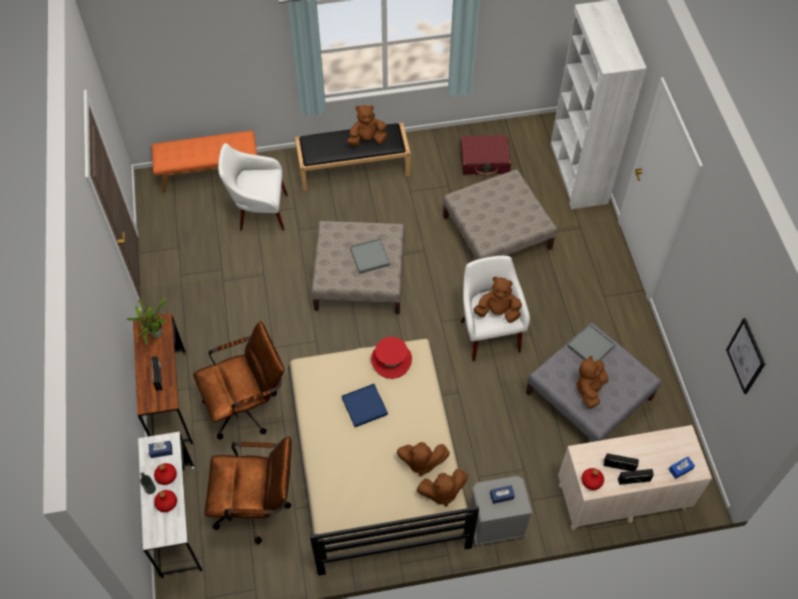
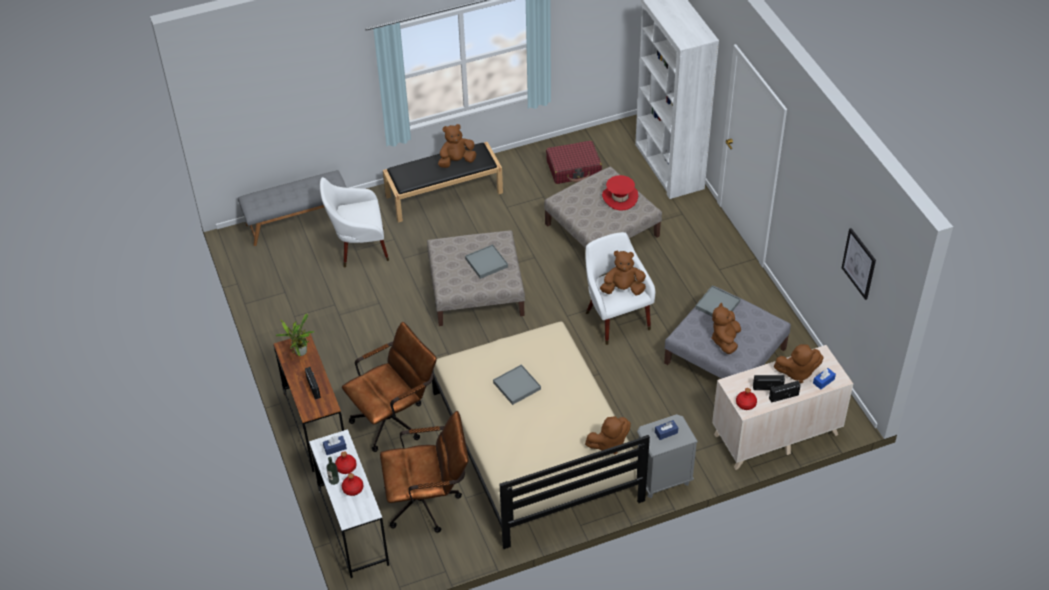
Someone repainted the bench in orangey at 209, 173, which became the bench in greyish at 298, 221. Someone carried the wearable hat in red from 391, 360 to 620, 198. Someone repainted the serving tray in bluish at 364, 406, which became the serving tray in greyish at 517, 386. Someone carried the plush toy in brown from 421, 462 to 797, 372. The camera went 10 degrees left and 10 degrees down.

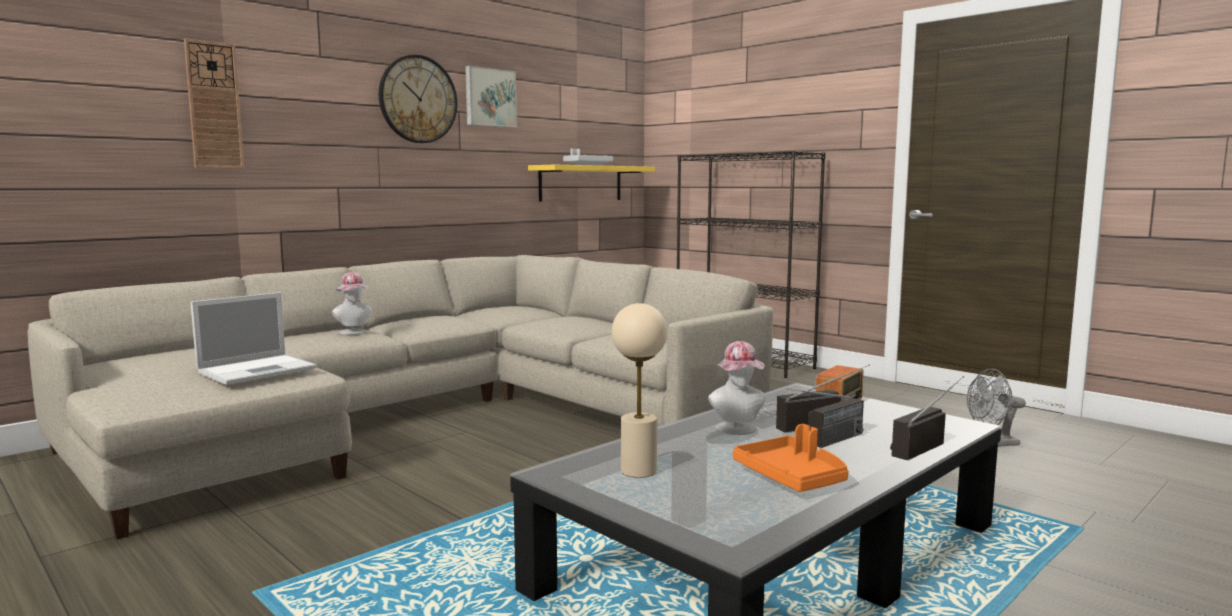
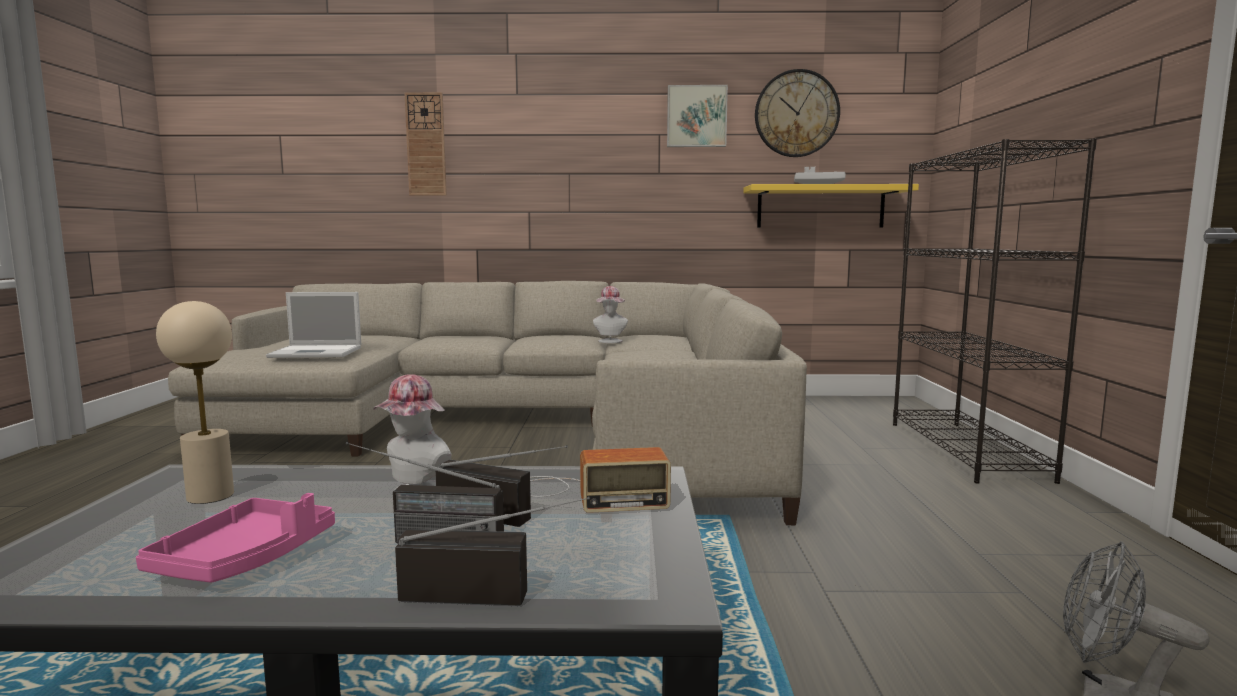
Someone carried the clock on the wall from 418, 99 to 796, 114. Someone carried the wearable hat from 354, 332 to 610, 341. Someone repainted the serving tray in orangey at 792, 477, which became the serving tray in pink at 246, 558. The camera went 45 degrees right and 0 degrees up.

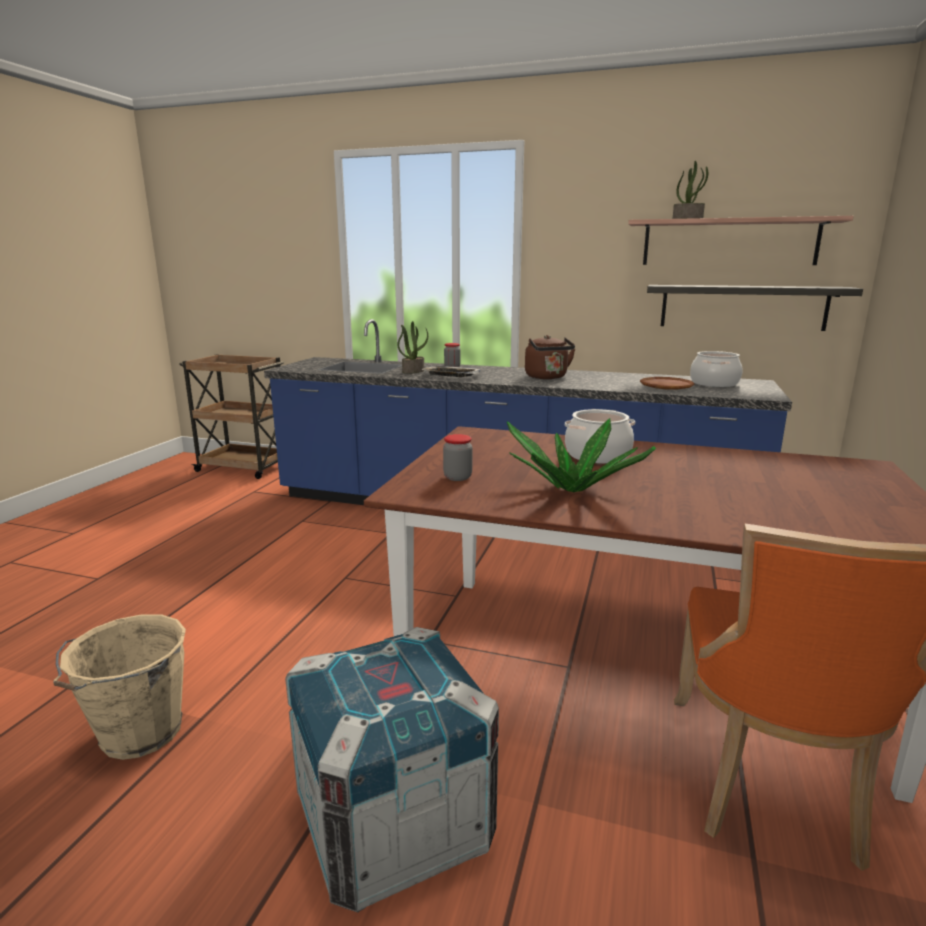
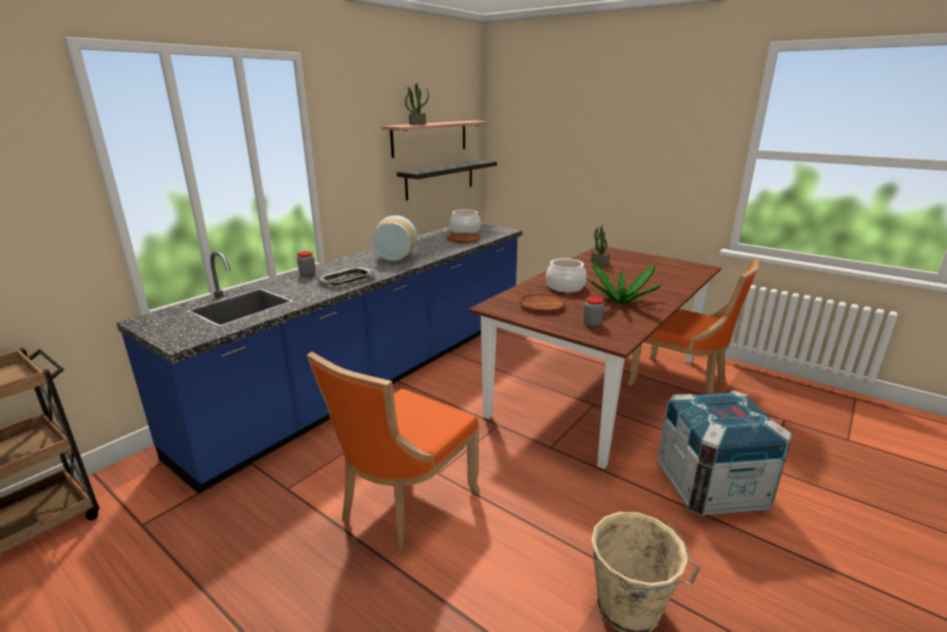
Someone carried the potted plant from 413, 371 to 599, 263. Someone swapped the kettle in brown at 547, 377 for the decorative vase at 397, 257. Someone put down the dinner plate in brown at 542, 306. Someone put down the chair in orangey at 404, 506. The camera went 70 degrees left and 5 degrees up.

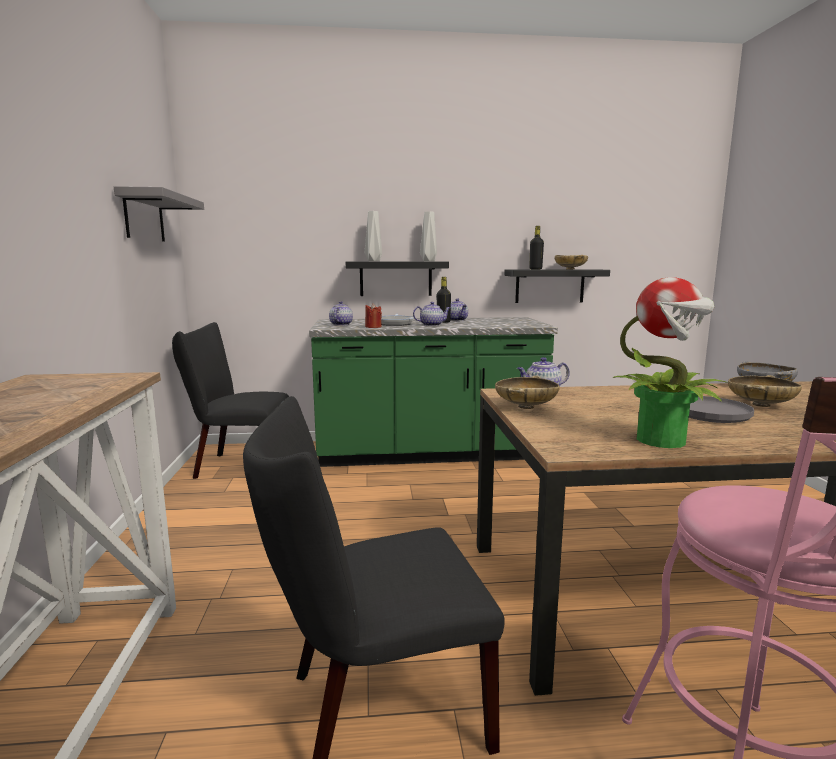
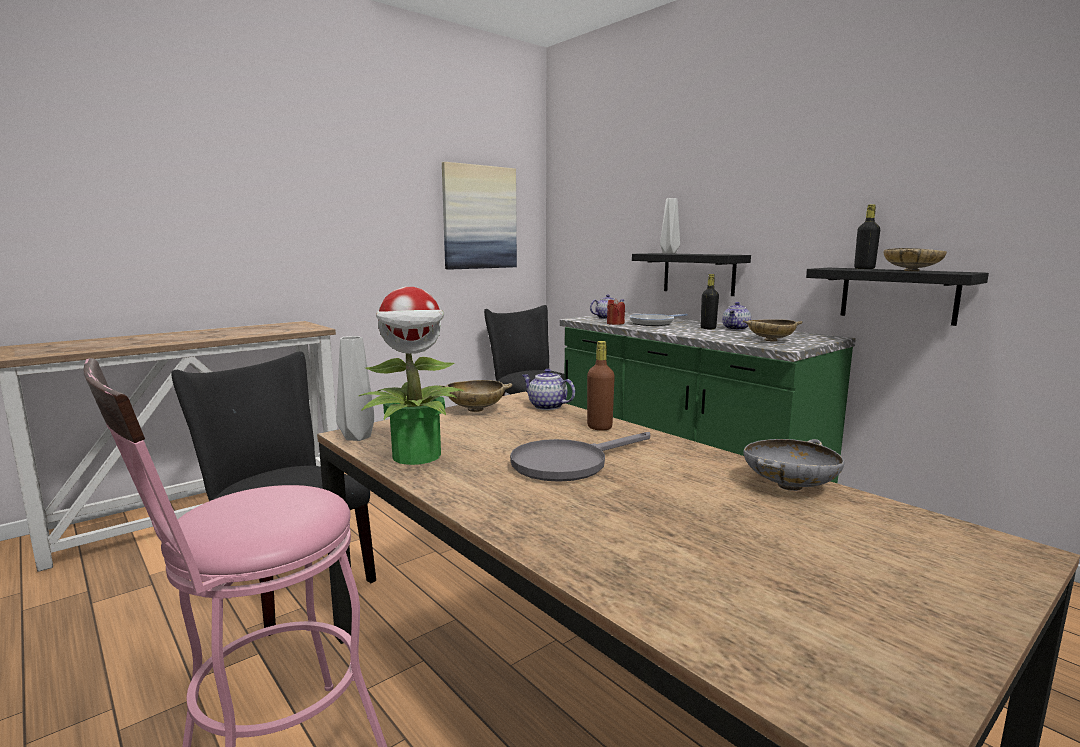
Someone swapped the shelf in greyish at 144, 217 for the wall picture at 479, 217. Someone carried the decorative vase in greyish from 428, 261 to 359, 437. Someone took away the tea pot at 432, 325. Someone carried the deep dish in sand-coloured from 760, 405 to 770, 340. Someone put down the beverage bottle in brown at 599, 427. The camera went 55 degrees right and 0 degrees up.

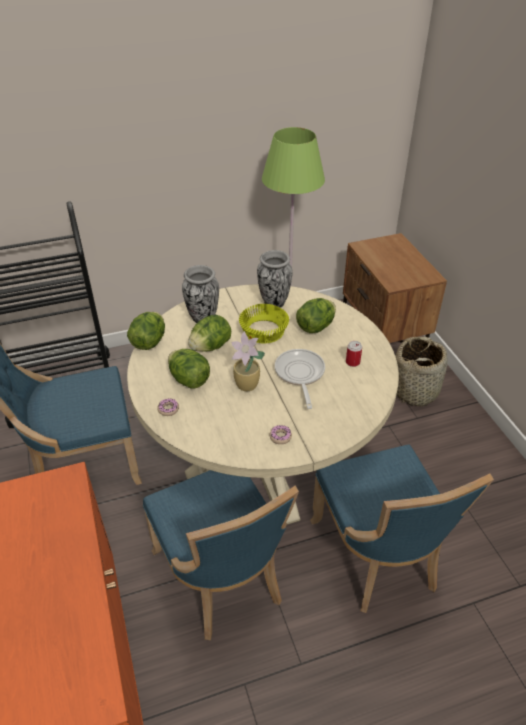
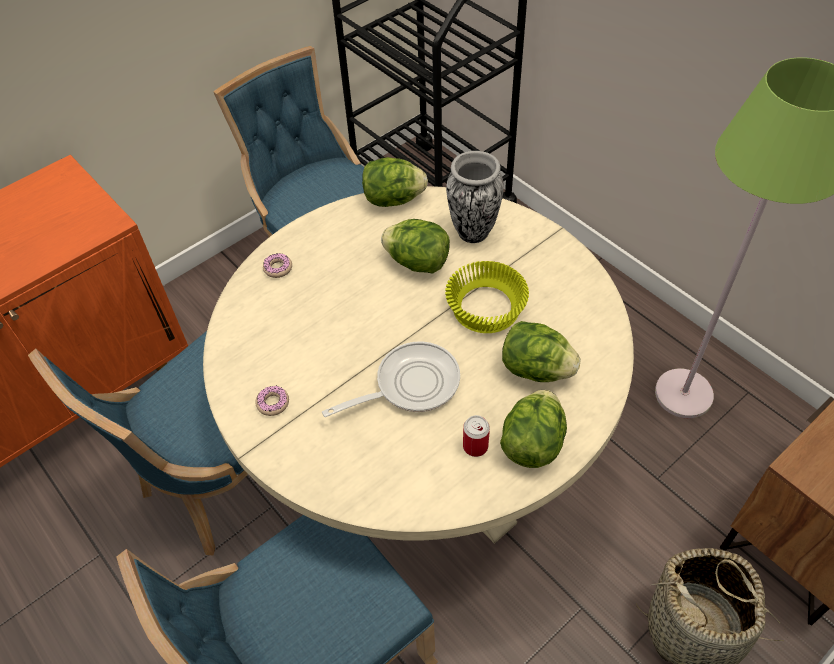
Someone took away the decorative vase at 274, 303. Someone took away the potted plant at 247, 385. Someone carried the head of lettuce from 189, 380 to 532, 443. The camera went 70 degrees right and 10 degrees up.

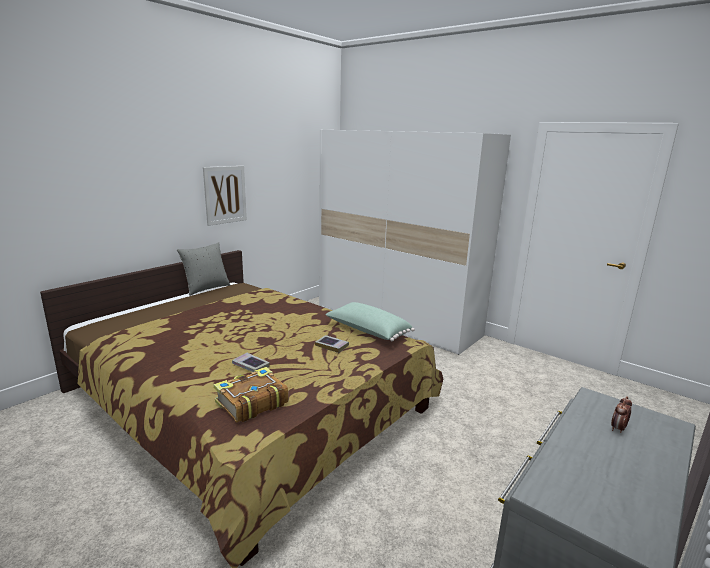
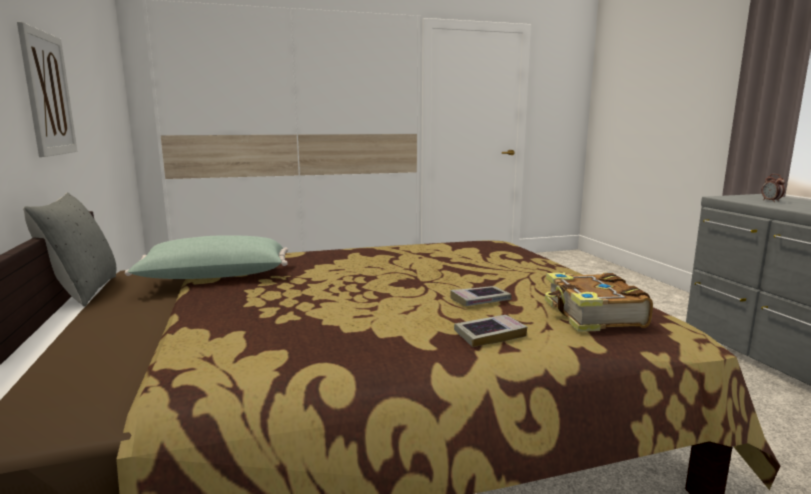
Someone carried the pillow in green from 367, 331 to 214, 278. Someone carried the bound book from 332, 346 to 489, 335. The camera went 55 degrees left and 5 degrees down.

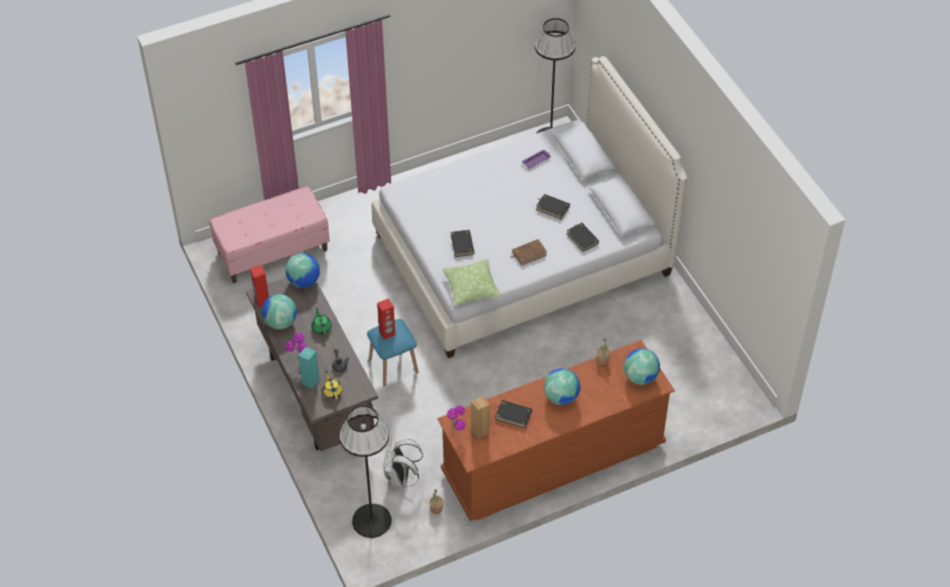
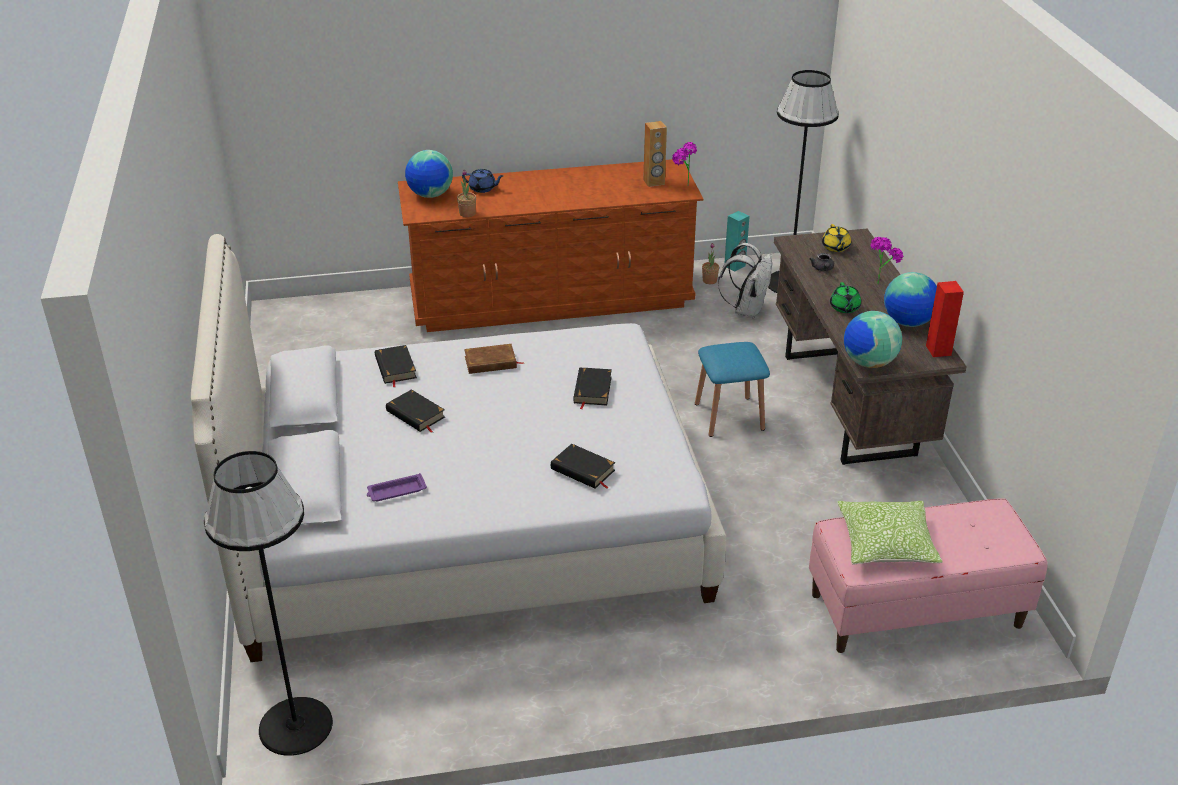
Someone carried the pillow from 471, 287 to 886, 544. Someone took away the audio speaker in red at 387, 333. Someone carried the audio speaker in turquoise-coloured from 310, 382 to 735, 266. Someone took away the world globe at 561, 397. Someone carried the bound book in black from 513, 415 to 583, 470. Someone put down the tea pot in bluish at 483, 188. The camera went 165 degrees left and 15 degrees down.

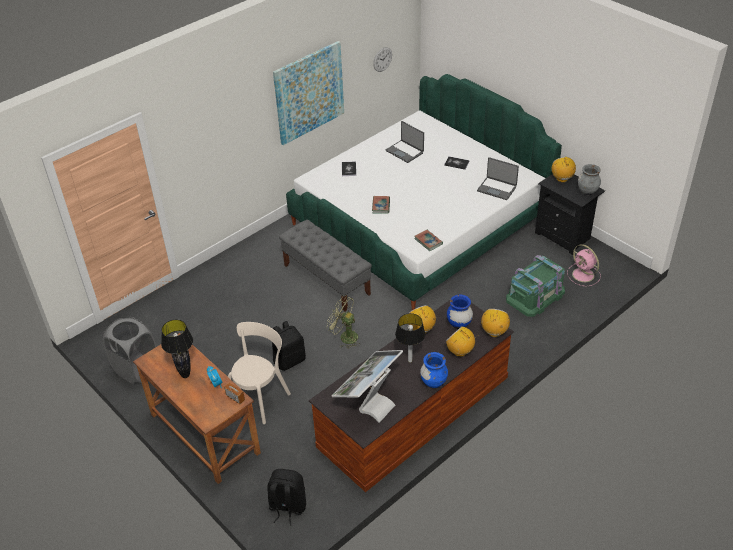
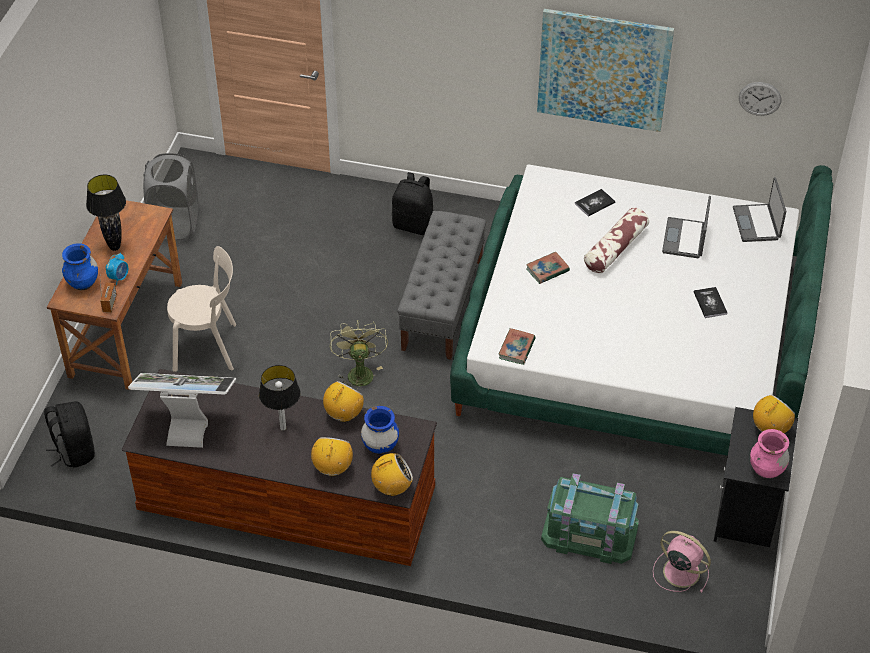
Someone carried the laptop from 497, 188 to 757, 224. Someone repainted the decorative vase in greyish at 587, 191, which became the decorative vase in pink at 766, 470. Someone rotated the fan in pink at 584, 275 by 105 degrees clockwise. Someone carried the backpack in black from 289, 360 to 414, 224. Someone carried the decorative vase in bluish from 433, 382 to 83, 283. Someone put down the pillow at 615, 248. The camera went 55 degrees right and 5 degrees up.

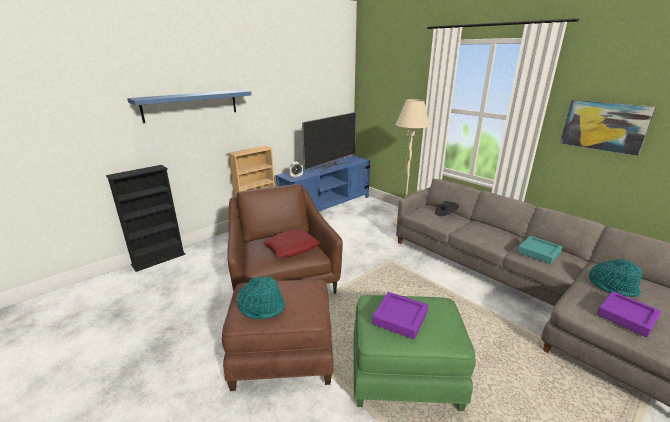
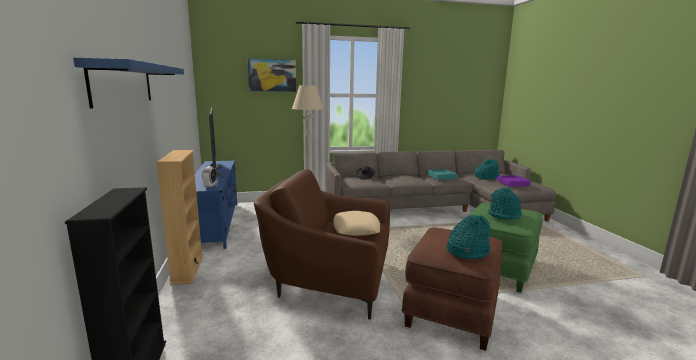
Someone carried the wall picture from 604, 126 to 272, 75. Someone repainted the pillow in red at 292, 247, which became the pillow in sand-coloured at 356, 228. Someone swapped the serving tray in purple-coloured at 400, 318 for the wearable hat in turquoise-coloured at 504, 215. The camera went 60 degrees left and 10 degrees down.

